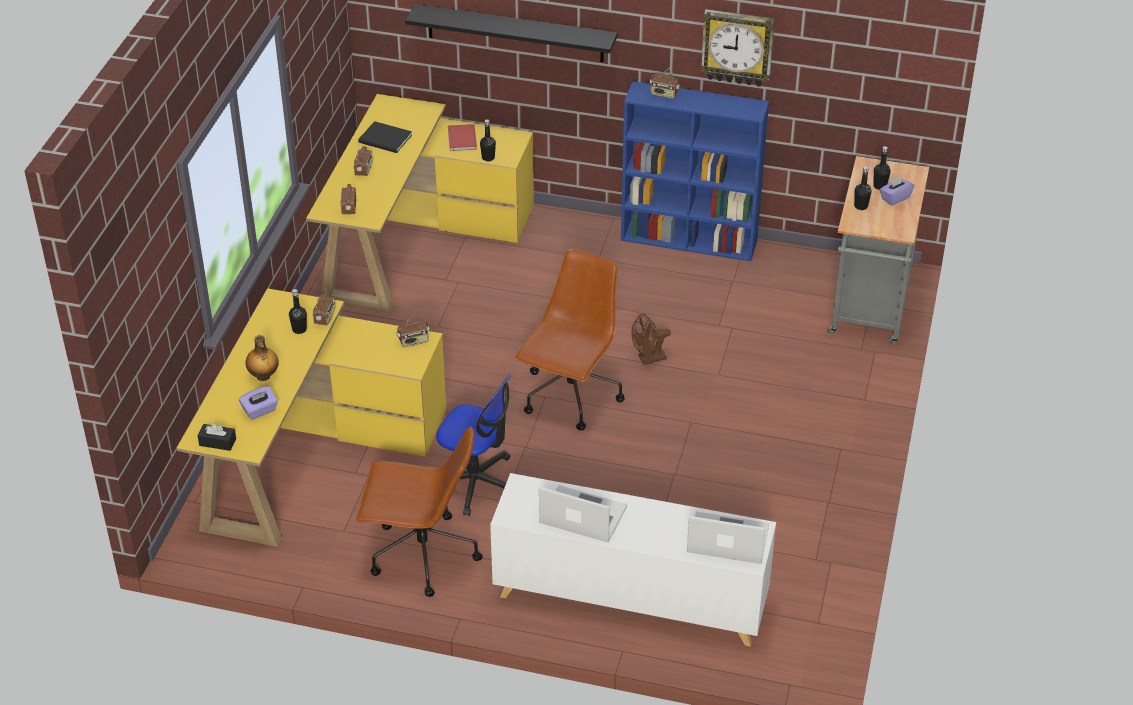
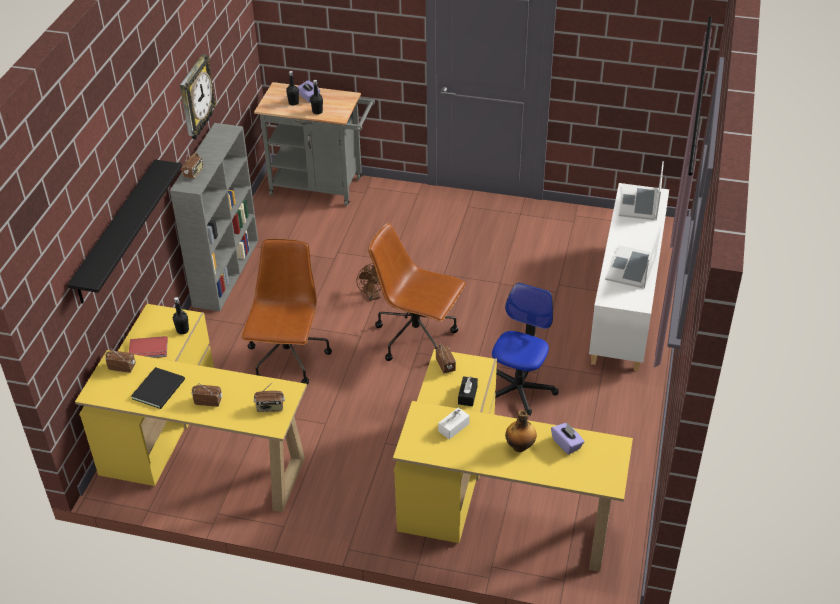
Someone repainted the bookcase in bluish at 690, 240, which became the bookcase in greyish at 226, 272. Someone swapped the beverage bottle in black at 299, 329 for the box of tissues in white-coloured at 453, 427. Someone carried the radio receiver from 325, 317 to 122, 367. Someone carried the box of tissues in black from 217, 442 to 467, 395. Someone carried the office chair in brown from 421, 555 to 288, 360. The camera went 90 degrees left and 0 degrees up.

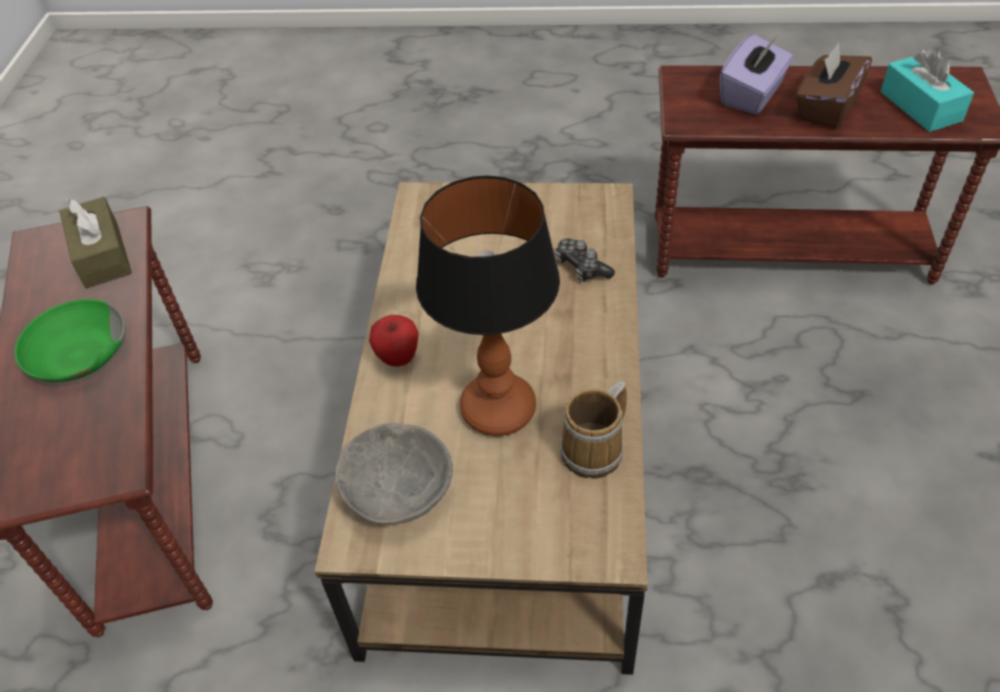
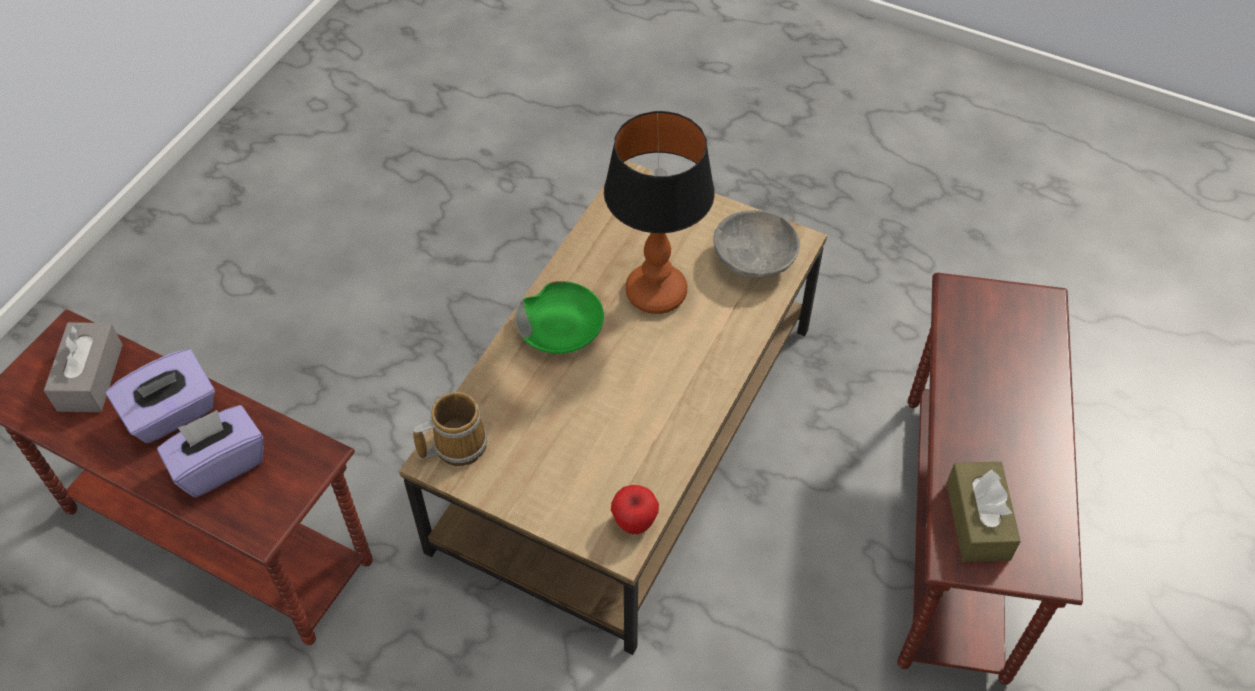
Someone repainted the box of tissues in brown at 826, 108, which became the box of tissues in purple-coloured at 172, 414. Someone repainted the box of tissues in turquoise-coloured at 920, 106, which became the box of tissues in greyish at 90, 377. Someone took away the joypad at 581, 267. Someone carried the deep dish in green from 77, 355 to 562, 327. Someone carried the apple from 398, 358 to 634, 523. Someone carried the tea mug from 596, 450 to 456, 444. The camera went 160 degrees left and 5 degrees up.

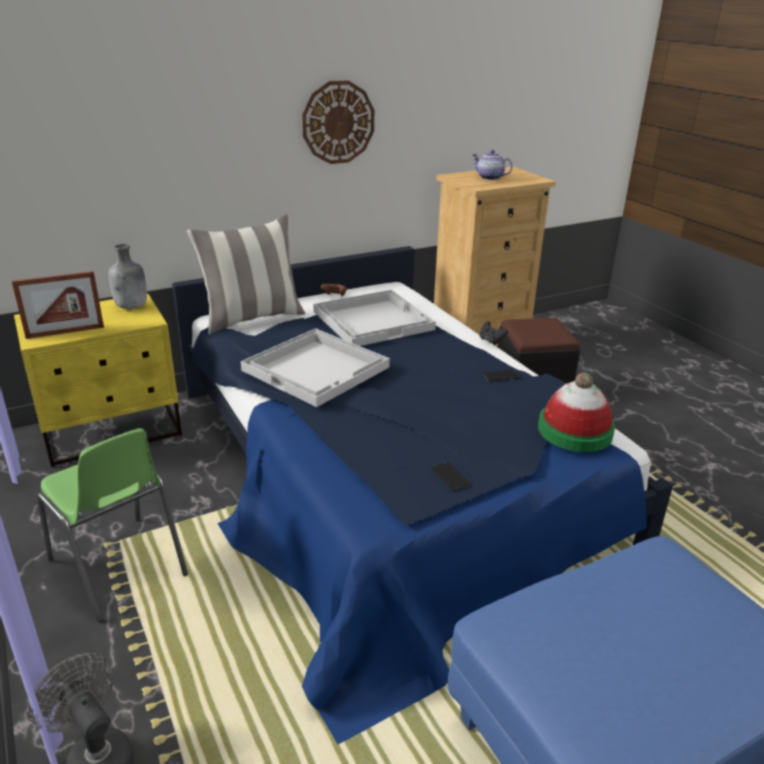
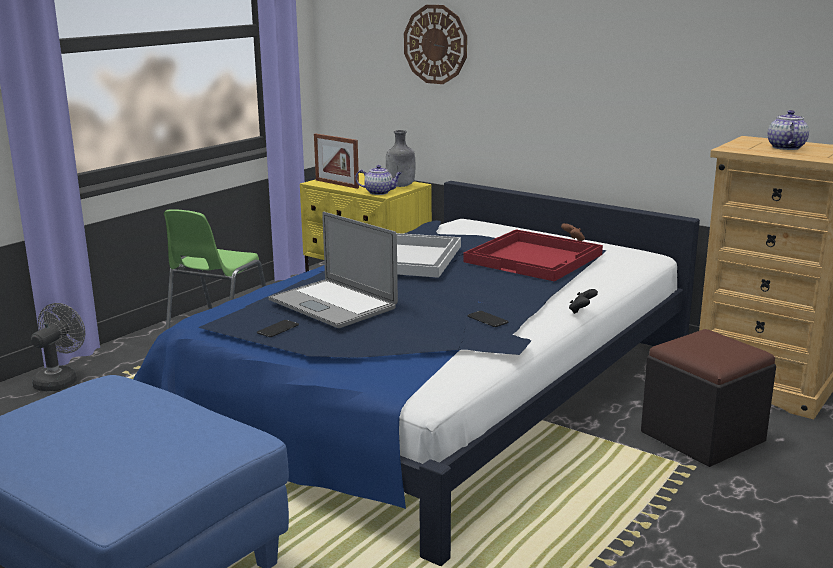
Someone carried the clock on the wall from 338, 122 to 435, 44. Someone took away the pillow at 252, 318. Someone repainted the serving tray in white-coloured at 373, 320, which became the serving tray in red at 535, 258. Someone took away the wearable hat at 575, 431. Someone put down the tea pot at 379, 192. Someone put down the laptop at 332, 304. The camera went 65 degrees right and 10 degrees down.

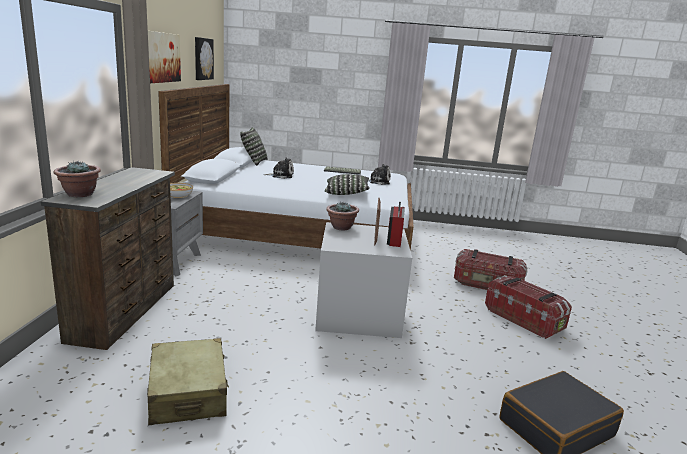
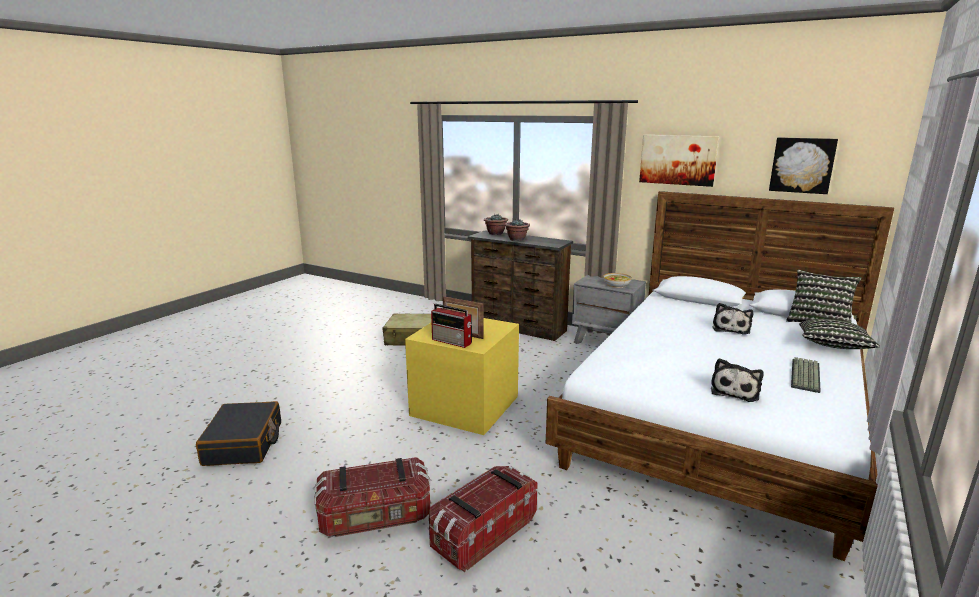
Someone carried the pillow from 346, 193 to 833, 347. Someone carried the potted plant from 341, 227 to 516, 239. Someone repainted the storage bin in greyish at 357, 312, which became the storage bin in yellow at 467, 405. The camera went 115 degrees right and 0 degrees up.

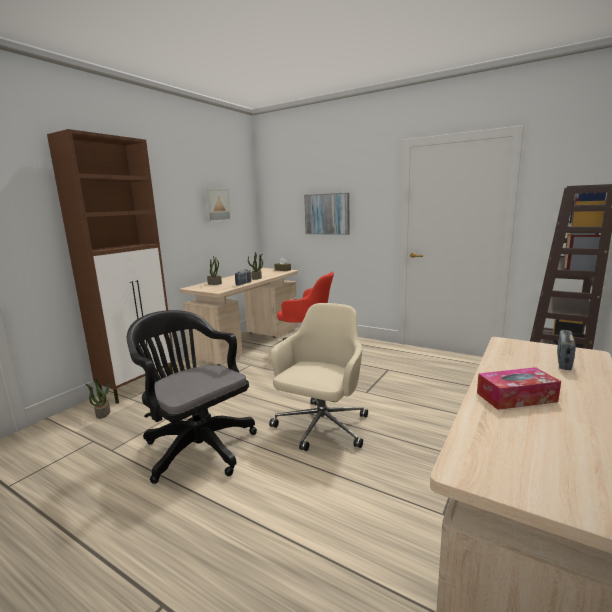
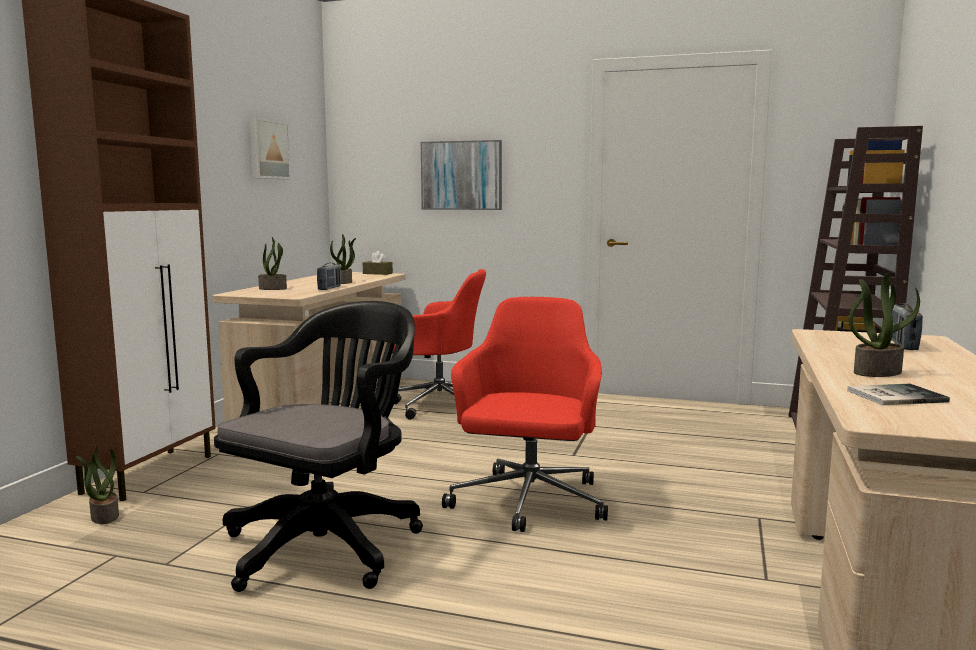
Someone repainted the office chair in sand-coloured at 321, 428, which became the office chair in red at 528, 503. Someone rotated the office chair in black at 196, 446 by 90 degrees clockwise. Someone swapped the box of tissues at 516, 397 for the potted plant at 877, 372. Someone put down the bound book at 893, 396. The camera went 15 degrees left and 5 degrees down.

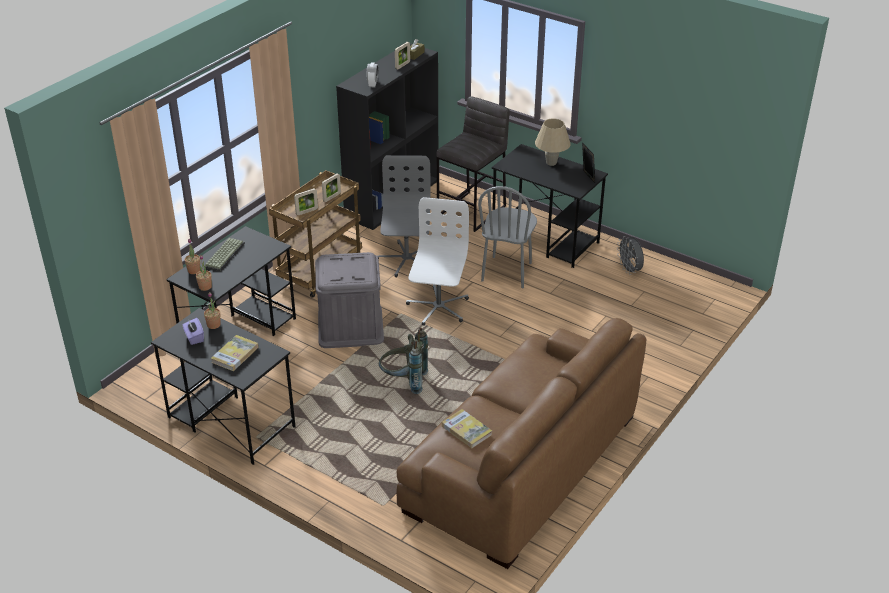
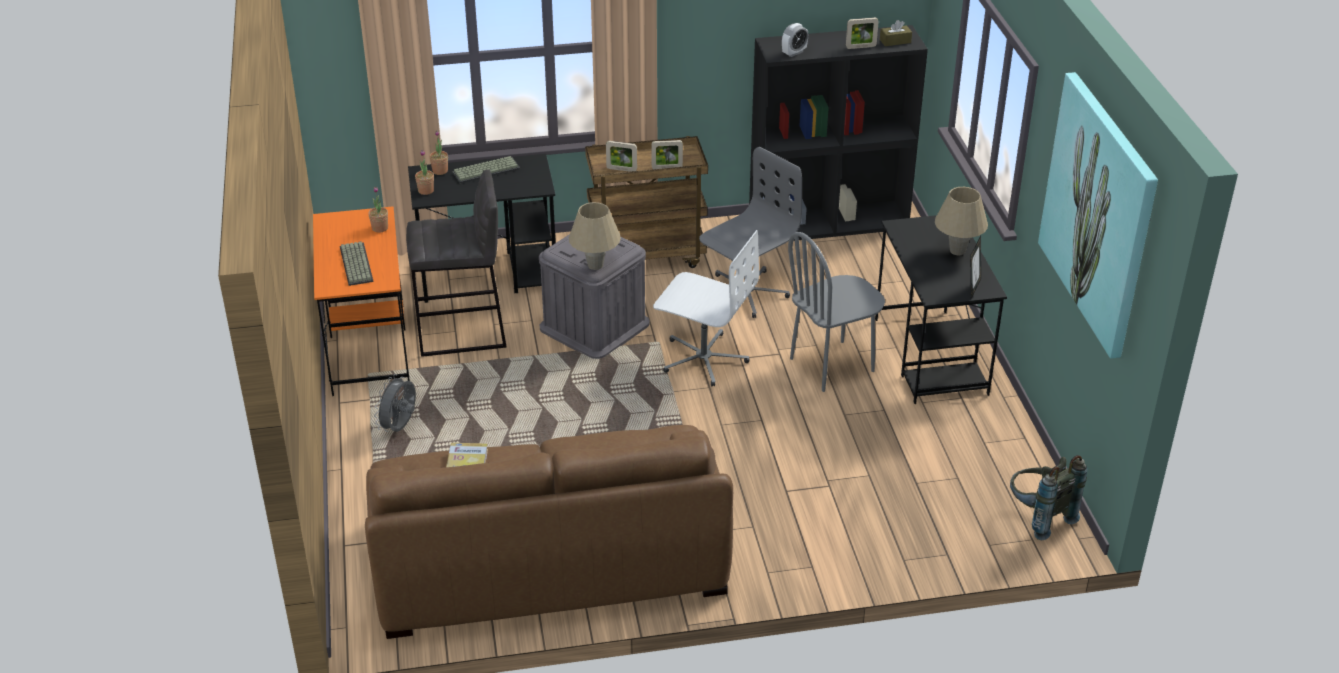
Someone carried the stool seat in greyish from 472, 211 to 462, 332. Someone rotated the office chair in white-coloured at 438, 308 by 60 degrees clockwise. Someone carried the fan in greyish from 629, 270 to 400, 427. Someone repainted the desk in black at 230, 422, which became the desk in orangey at 368, 347. Someone took away the box of tissues in purple-coloured at 194, 337. Someone carried the backpack in greyish from 404, 382 to 1038, 517. Someone swapped the bound book at 235, 355 for the keyboard at 355, 264. Someone put up the wall picture at 1100, 213. Someone put down the tabletop lamp in sand-coloured at 595, 265. The camera went 45 degrees right and 0 degrees up.

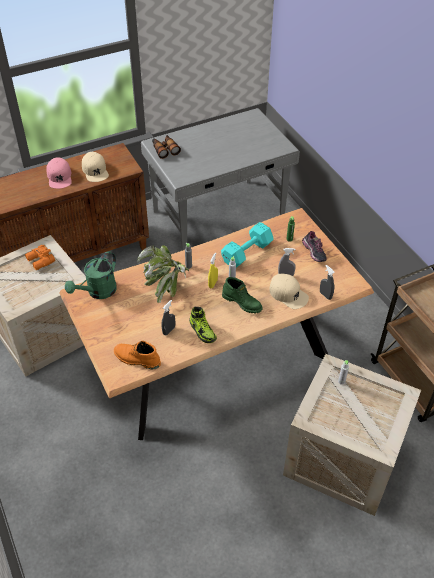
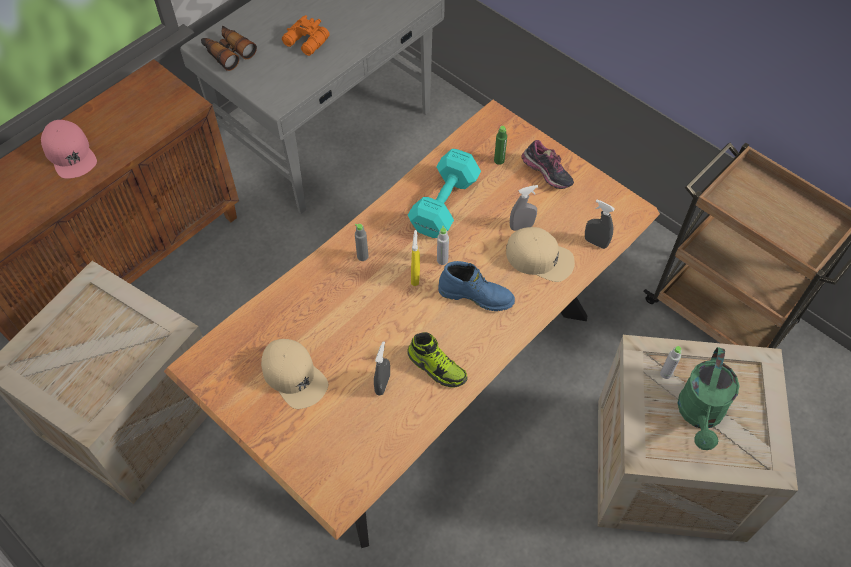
Someone carried the cap in sand-coloured from 95, 170 to 294, 376. Someone carried the field glasses in orangey from 40, 261 to 306, 42. Someone took away the potted plant at 166, 285. Someone carried the sprinkling can in green from 98, 292 to 700, 415. Someone repainted the boot in green at 242, 302, which became the boot in bluish at 476, 295. Someone took away the boot in orangey at 136, 359. The camera went 20 degrees left and 10 degrees up.

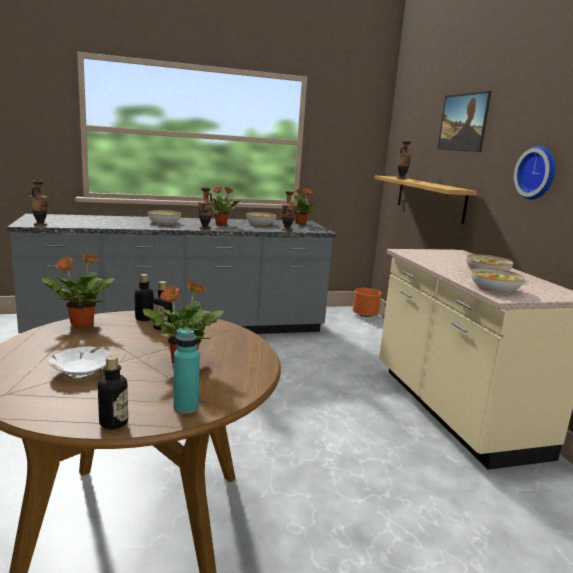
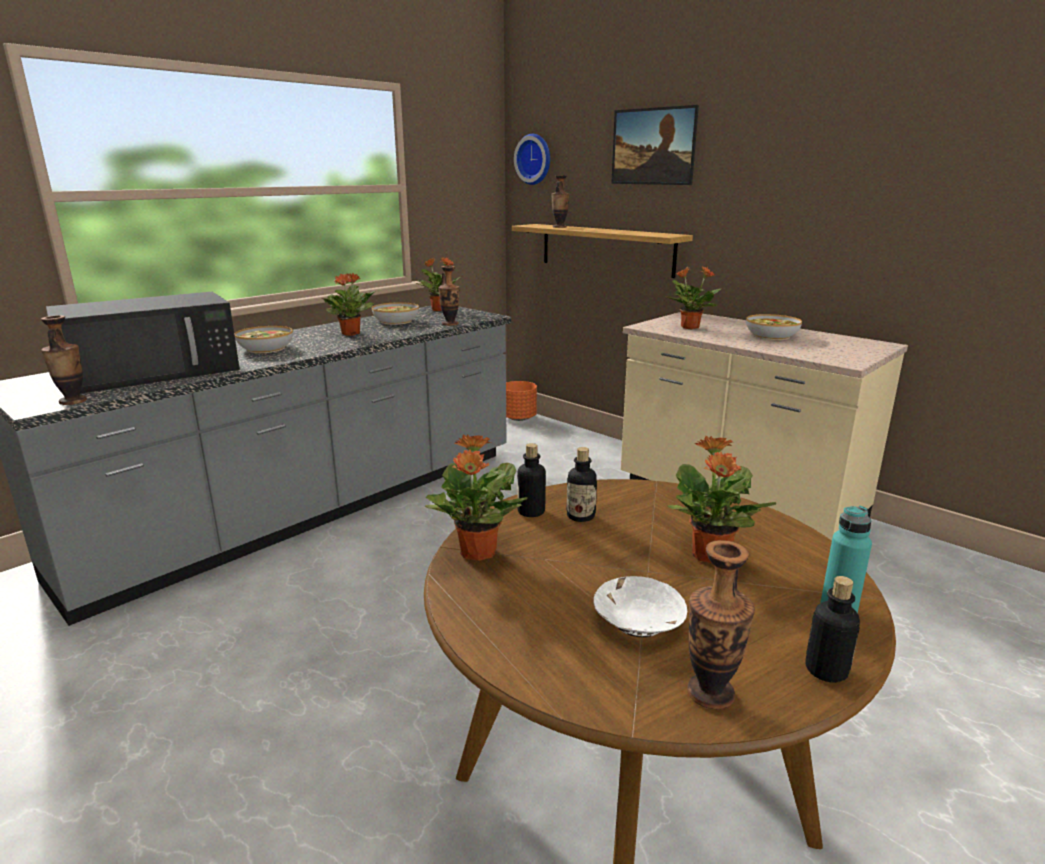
Someone carried the clock on the wall from 538, 173 to 535, 159. Someone carried the decorative vase from 205, 228 to 710, 693. Someone took away the deep dish at 494, 288. Someone put down the potted plant at 689, 327. Someone put down the kitchen microwave in black at 155, 372. The camera went 30 degrees left and 5 degrees up.

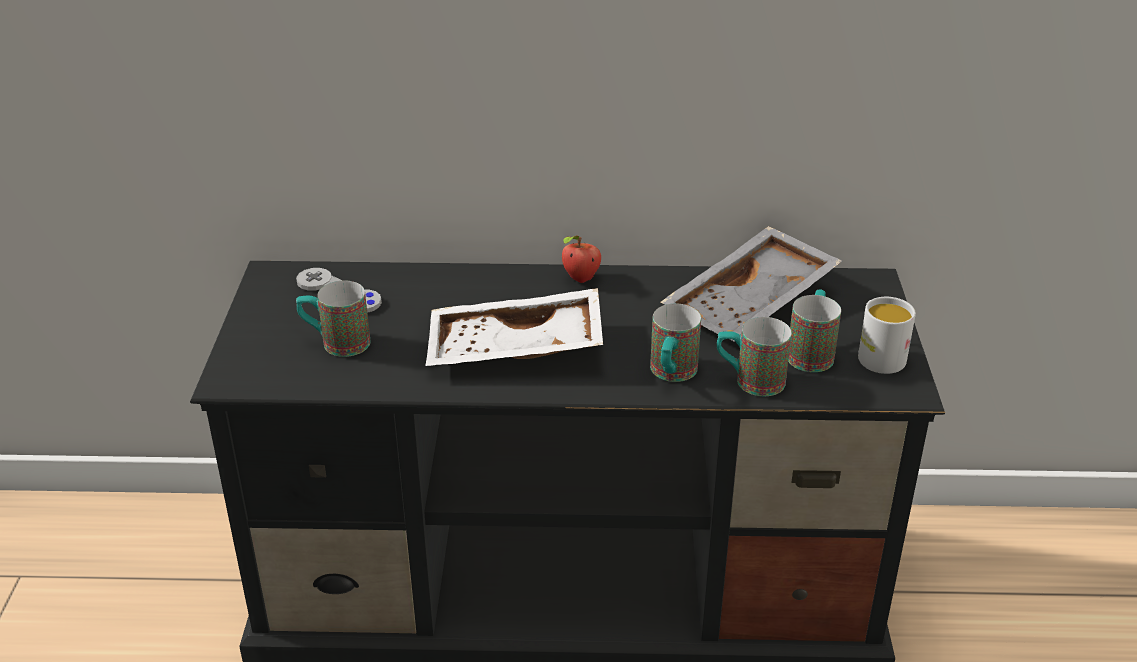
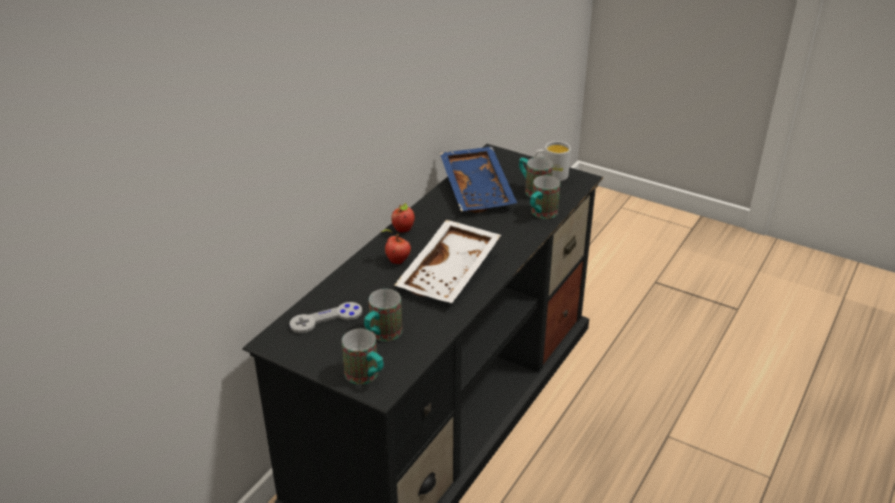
Someone repainted the serving tray in greyish at 752, 304, which became the serving tray in bluish at 479, 189. Someone carried the tea mug from 671, 374 to 366, 377. Someone put down the apple at 396, 261. The camera went 60 degrees left and 0 degrees up.

